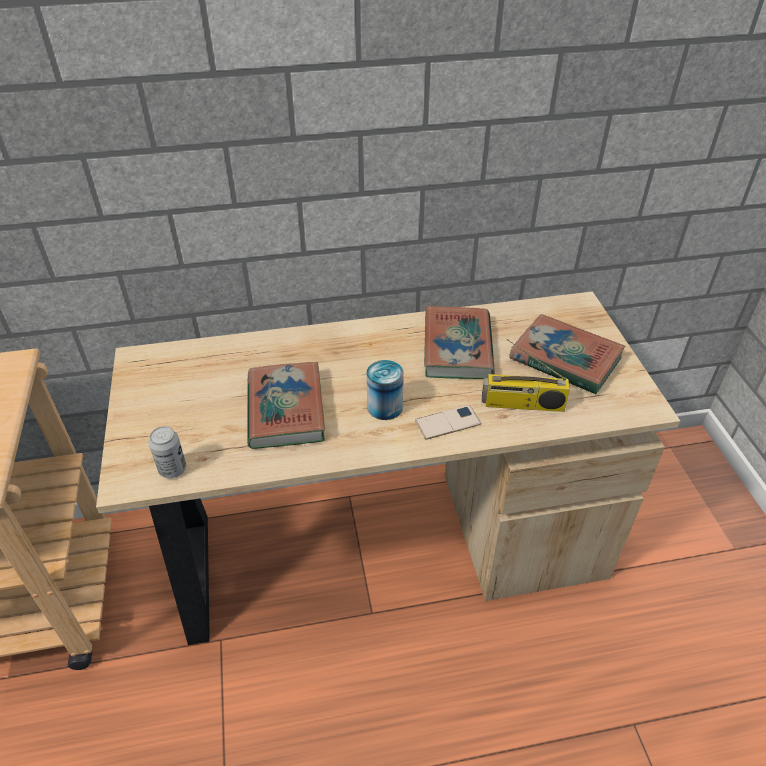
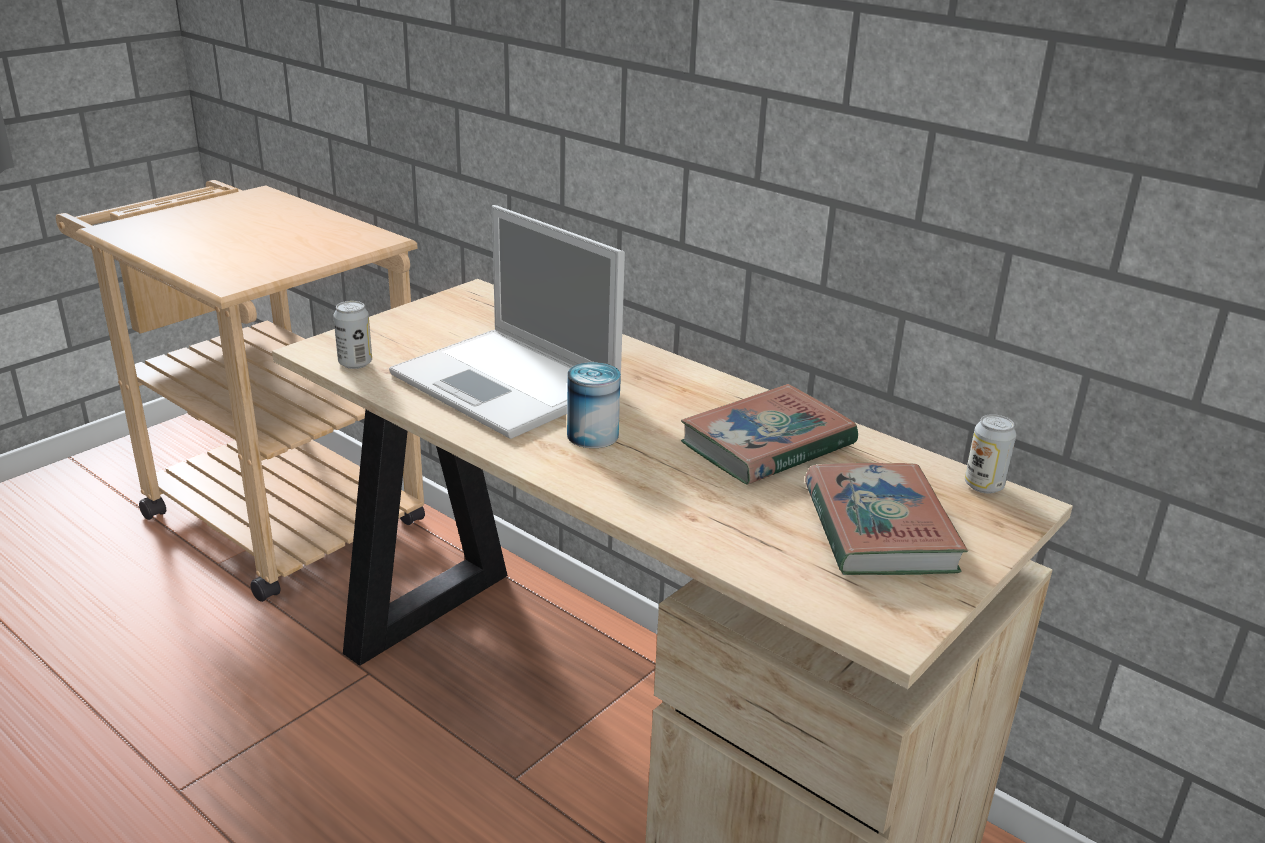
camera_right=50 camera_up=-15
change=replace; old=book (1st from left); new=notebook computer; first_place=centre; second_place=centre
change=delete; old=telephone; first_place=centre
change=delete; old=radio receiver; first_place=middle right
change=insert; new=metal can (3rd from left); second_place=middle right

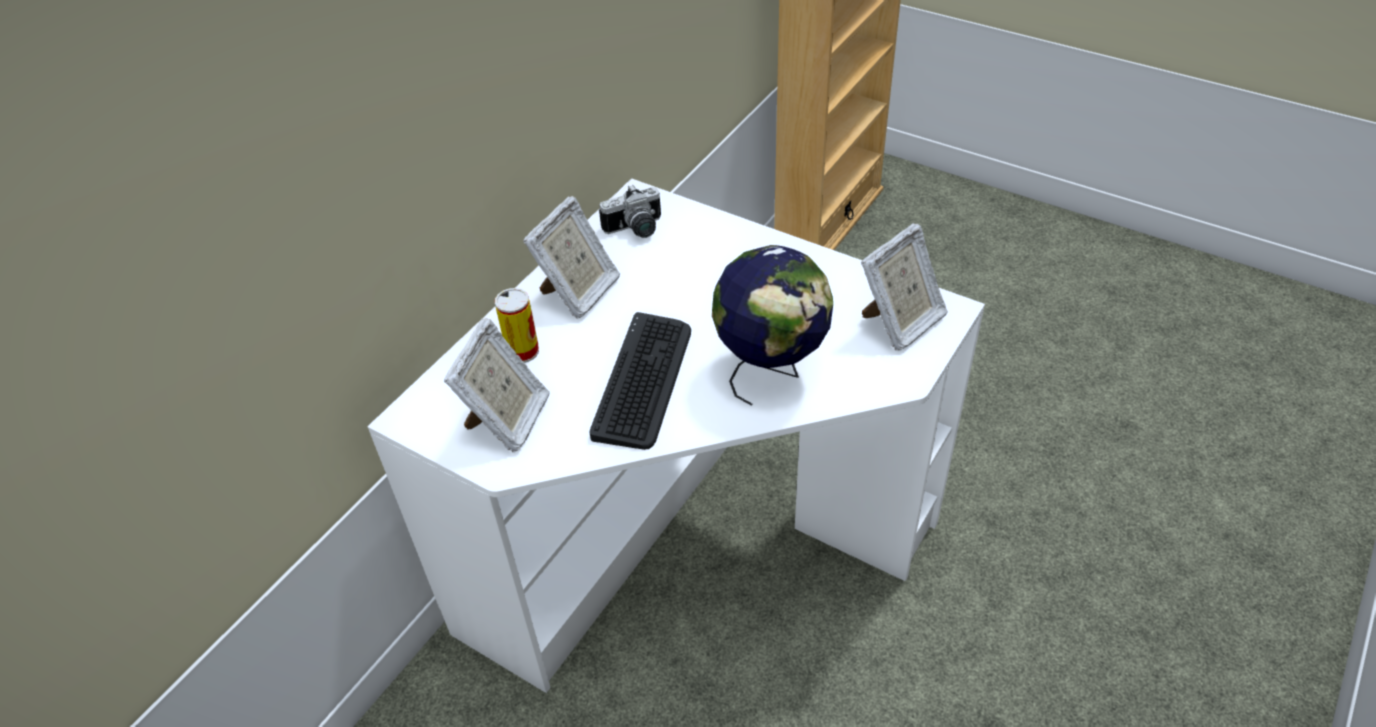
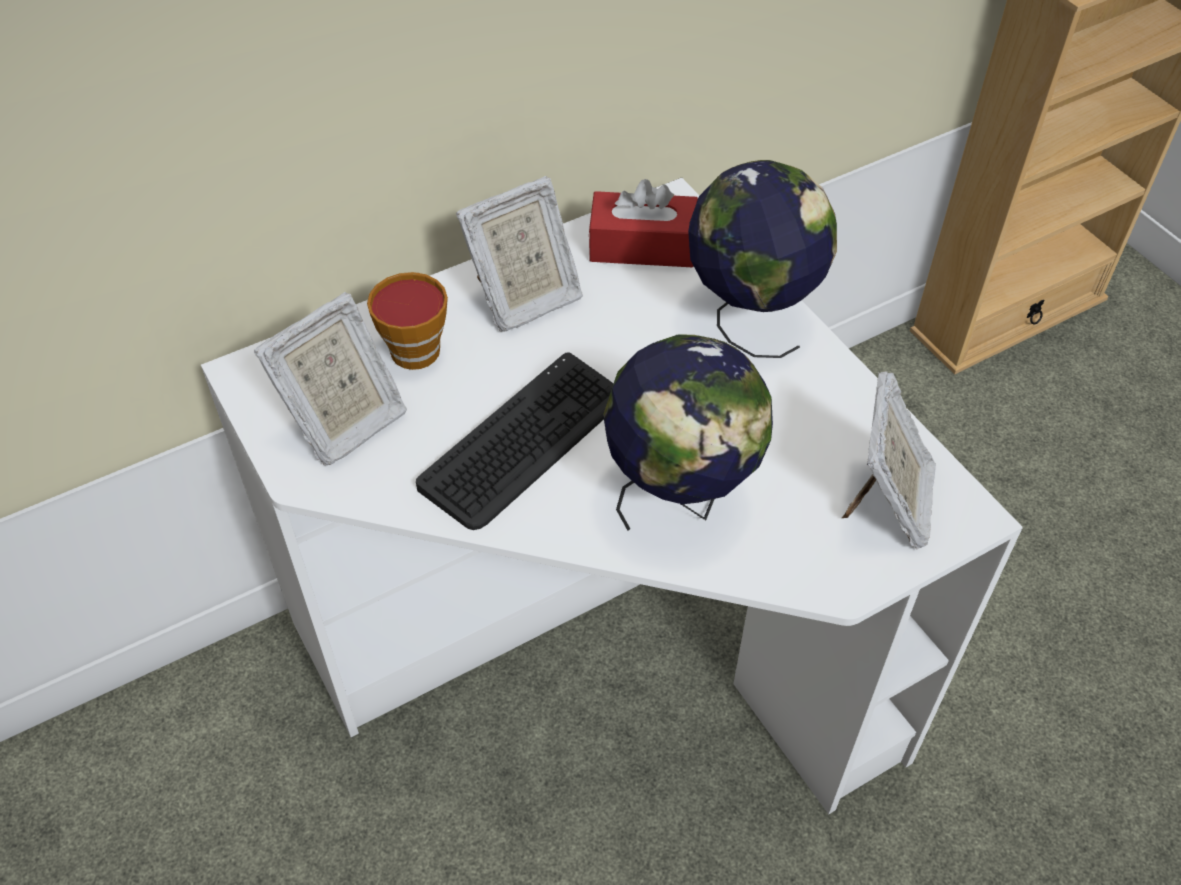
camera_right=25 camera_up=5
change=replace; old=metal can; new=cup; first_place=centre; second_place=centre
change=replace; old=still camera; new=red box of tissues; first_place=top centre; second_place=top centre
change=rotate; old=picture frame (3rd from left); first_place=centre; second_place=middle right; degrees=-60
change=insert; new=globe (2nd from left); second_place=top centre

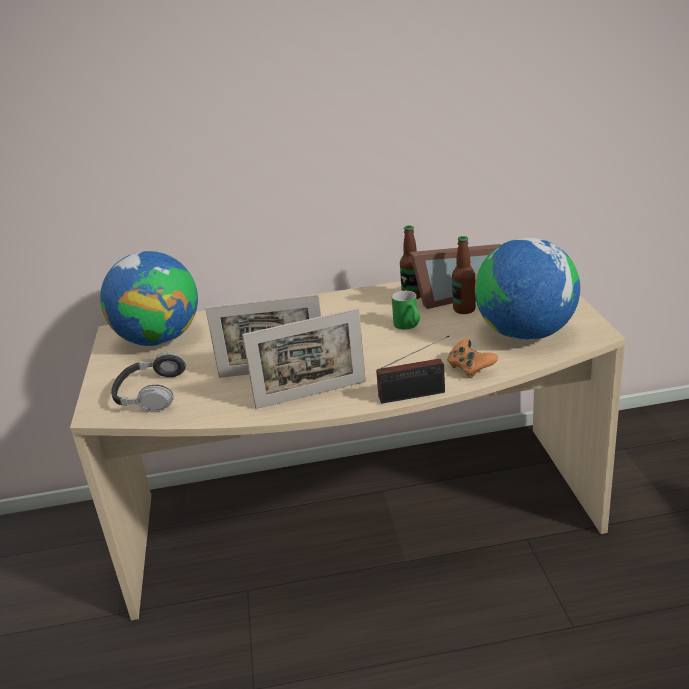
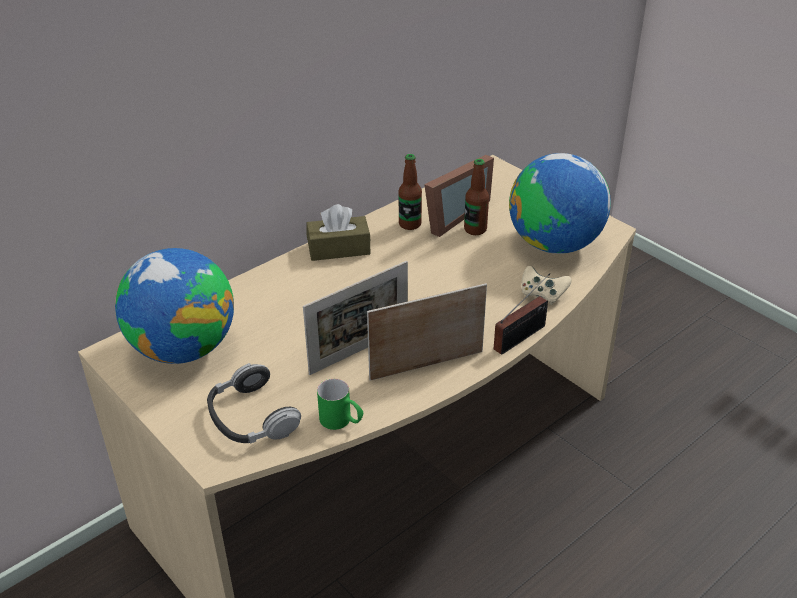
camera_right=-35 camera_up=10
change=rotate; old=picture frame (2nd from left); first_place=centre; second_place=centre; degrees=-150
change=move; old=greenish coffee mug; first_place=centre; second_place=bottom centre
change=recolor; old=orange game controller; new=sand-coloured game controller; first_place=middle right; second_place=middle right
change=insert; new=brown box of tissues; second_place=centre

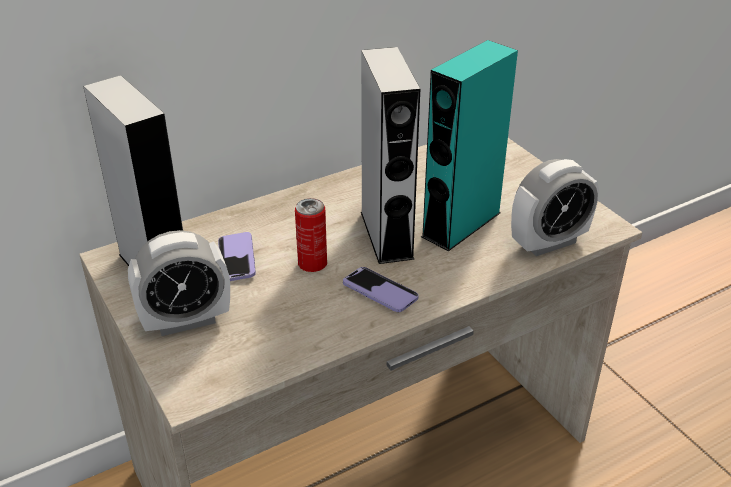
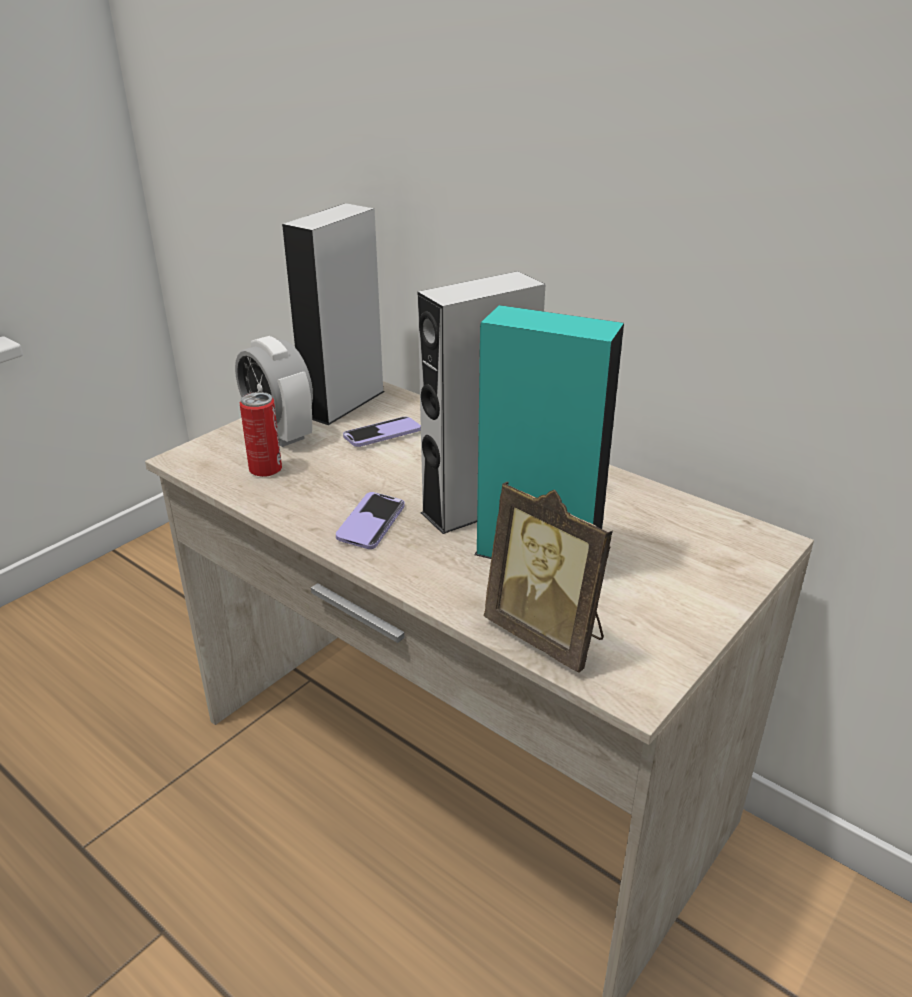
camera_right=70 camera_up=-5
change=move; old=metal can; first_place=centre; second_place=middle left
change=replace; old=bedside clock (2nd from left); new=picture frame; first_place=middle right; second_place=centre

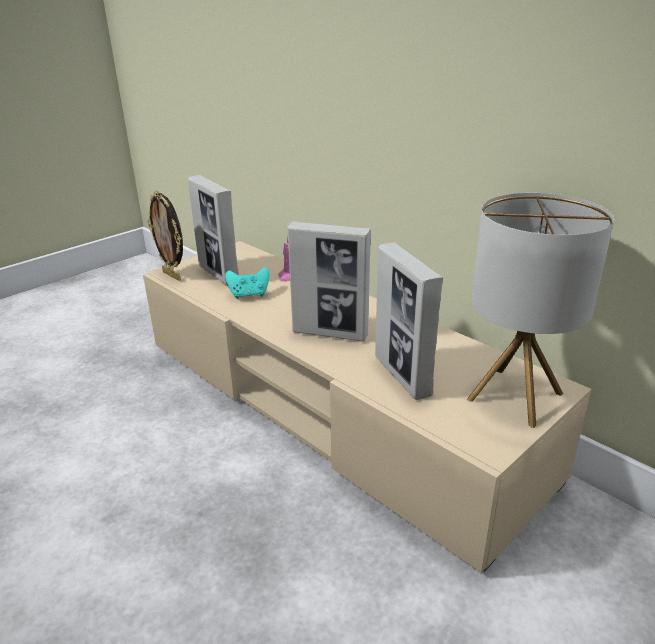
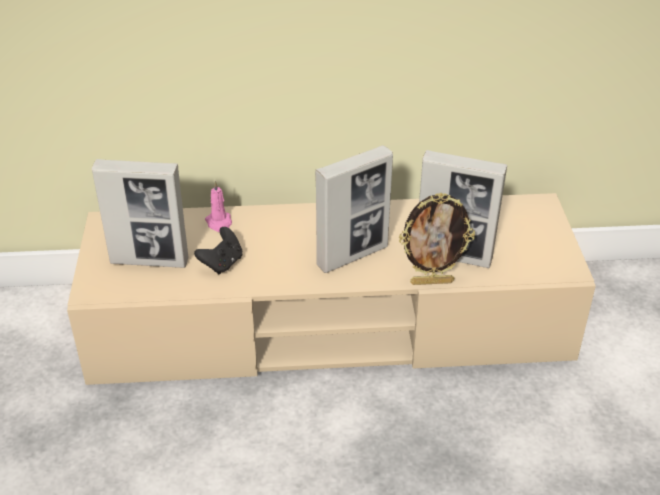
camera_right=-50 camera_up=10
change=move; old=picture frame (1st from left in the first image); new=picture frame (3rd from left); first_place=middle left; second_place=centre
change=recolor; old=blue-green game controller; new=black game controller; first_place=centre; second_place=middle left
change=delete; old=tabletop lamp; first_place=middle right

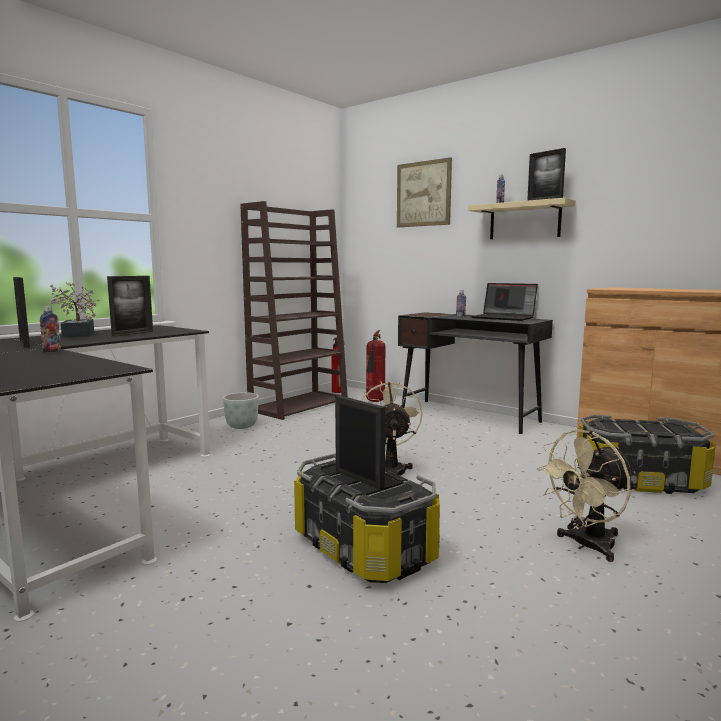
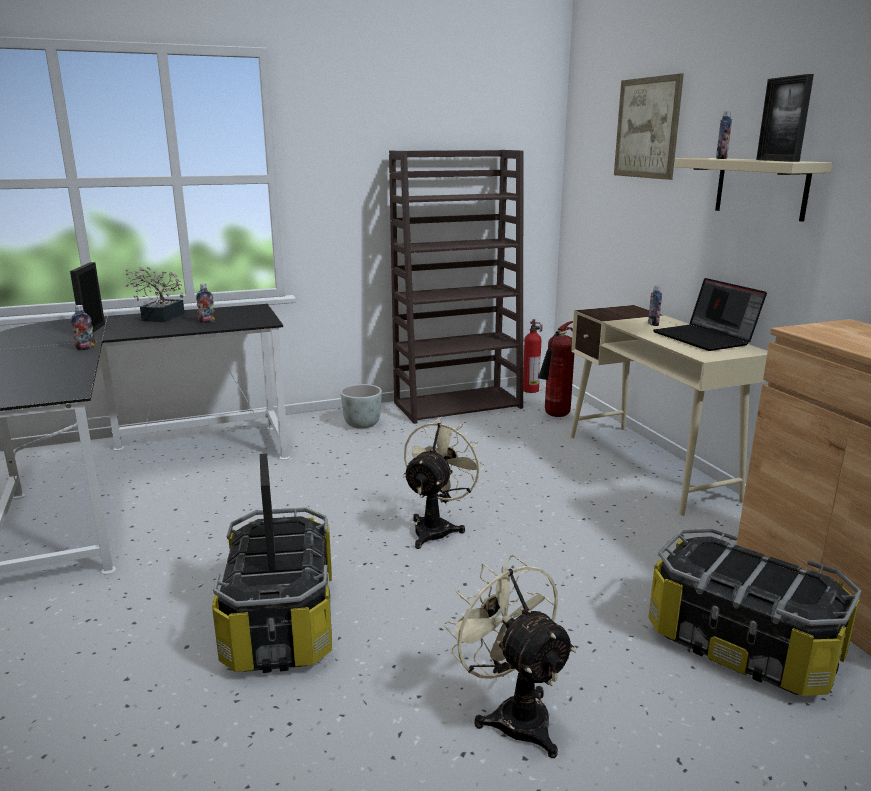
camera_right=30 camera_up=10
change=replace; old=picture frame (2nd from left); new=drink bottle (2nd from left); first_place=middle left; second_place=middle left
change=recolor; old=black desk table (2nd from left); new=sand-coloured desk table; first_place=centre; second_place=middle right
change=rotate; old=sand-coloured electric fan (2nd from left); first_place=bottom right; second_place=bottom centre; degrees=60

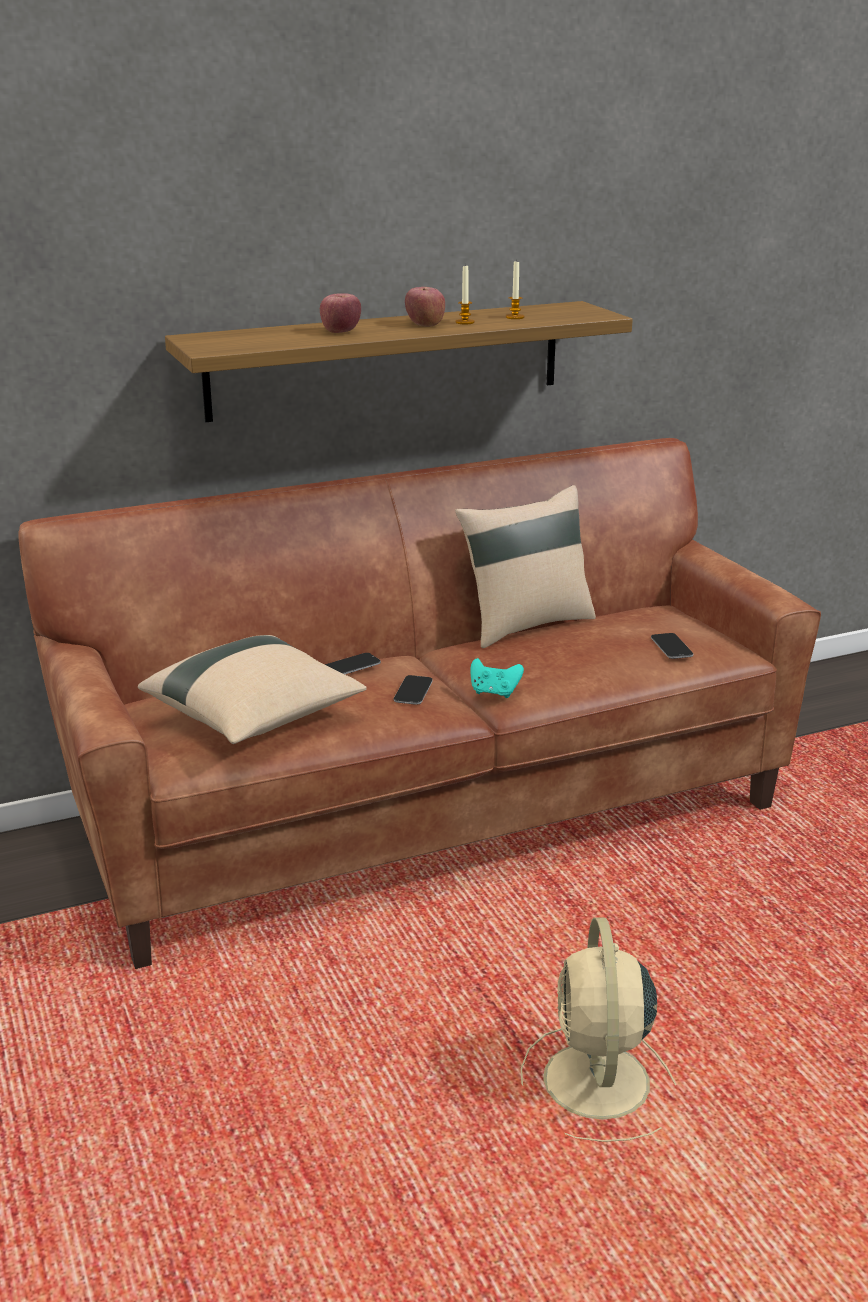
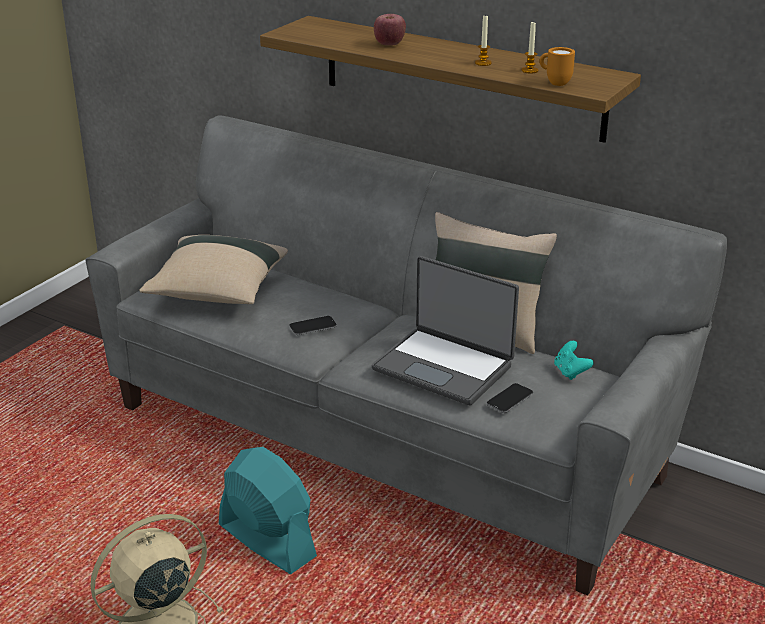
camera_right=55 camera_up=5
change=recolor; old=brown sofa; new=gray sofa; first_place=centre; second_place=centre
change=delete; old=telephone (1st from left); first_place=centre
change=delete; old=apple fruit (2nd from left); first_place=top centre
change=move; old=blue-green game controller; first_place=centre; second_place=middle right
change=insert; new=blue-green electric fan; second_place=bottom centre
change=insert; new=notebook computer; second_place=centre
change=insert; new=orange coffee mug; second_place=top right

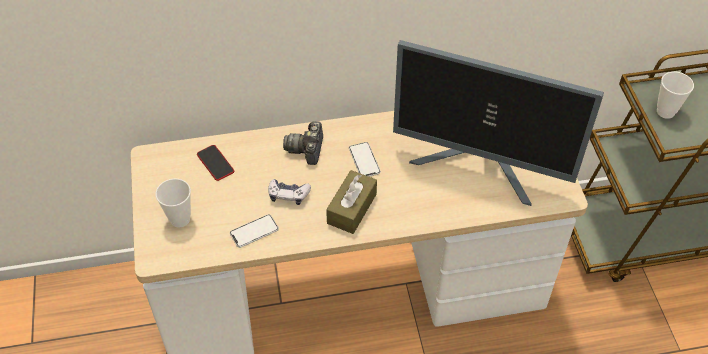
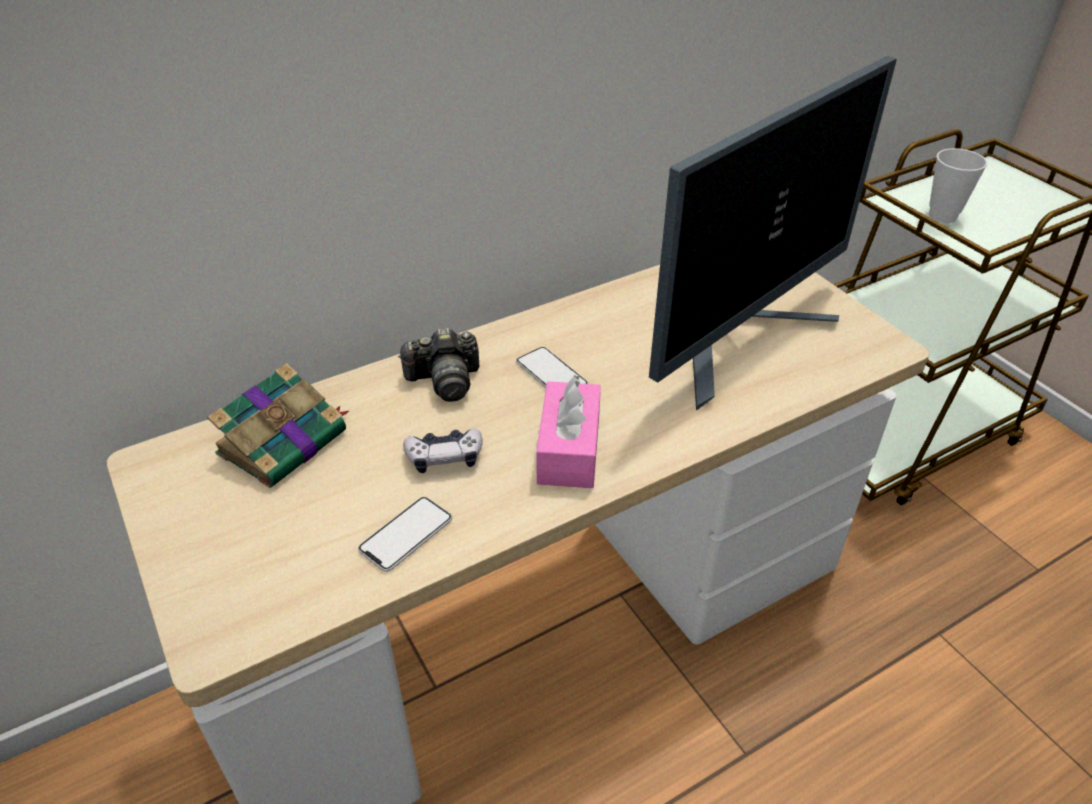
camera_right=-20 camera_up=-10
change=delete; old=cup (1st from left); first_place=middle left
change=replace; old=telephone (1st from left); new=book; first_place=middle left; second_place=middle left
change=rotate; old=still camera; first_place=centre; second_place=centre; degrees=-90
change=recolor; old=brown box of tissues; new=pink box of tissues; first_place=centre; second_place=centre
change=rotate; old=monitor; first_place=middle right; second_place=top right; degrees=-45

